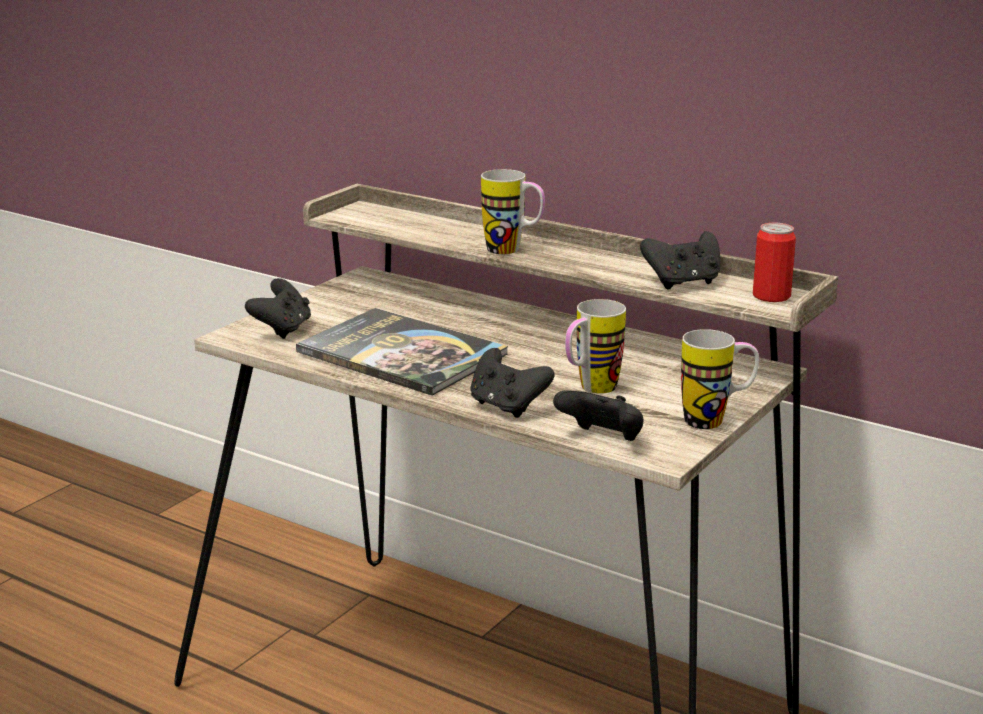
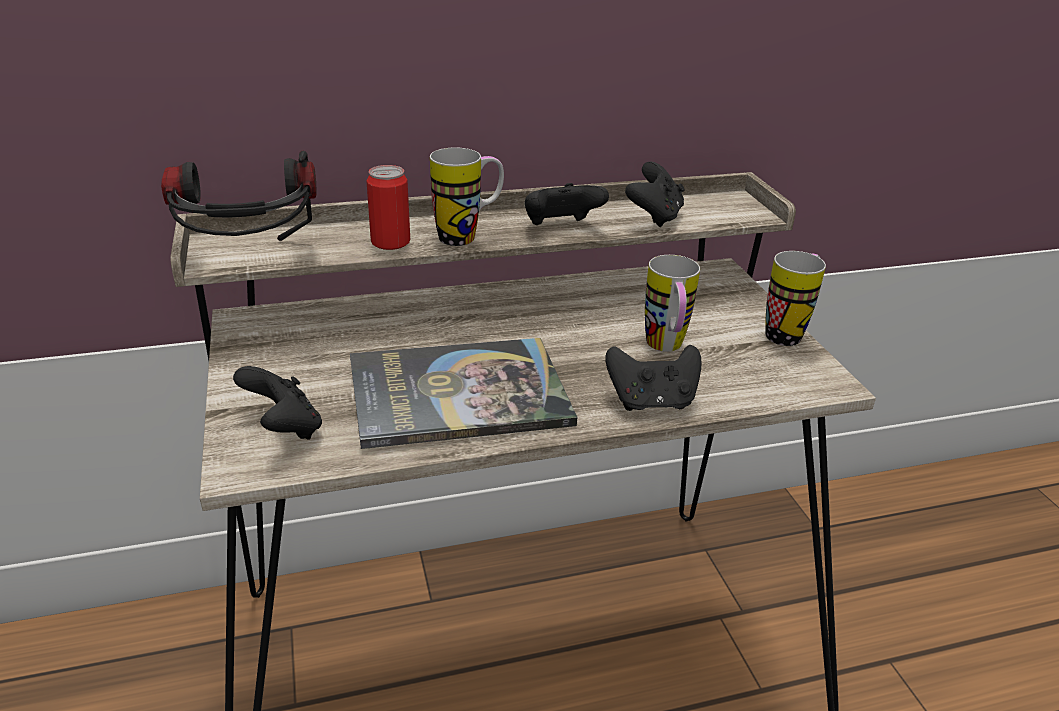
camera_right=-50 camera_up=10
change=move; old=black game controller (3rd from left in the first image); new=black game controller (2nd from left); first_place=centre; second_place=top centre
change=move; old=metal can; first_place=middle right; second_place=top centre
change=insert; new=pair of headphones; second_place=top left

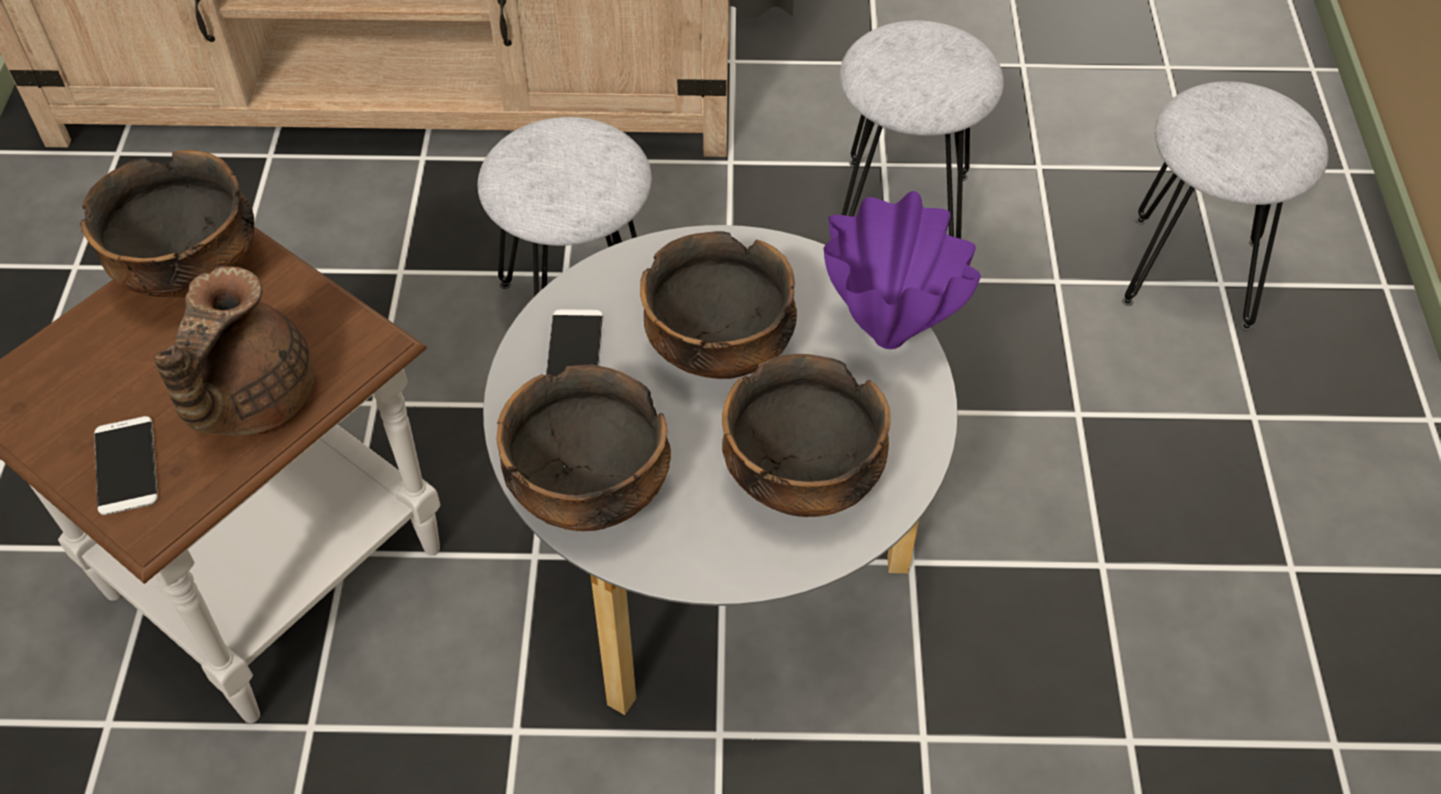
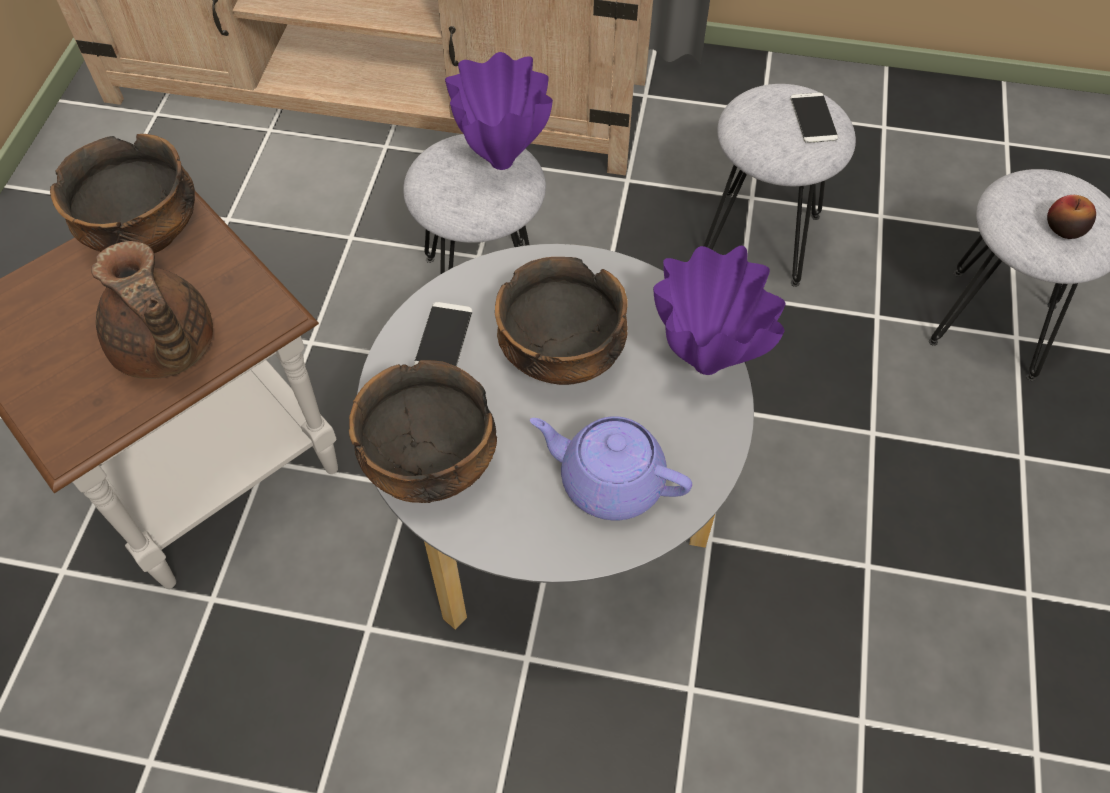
camera_right=10 camera_up=5
change=move; old=telephone (1st from left in the first image); new=telephone (2nd from left); first_place=middle left; second_place=top right
change=rotate; old=brown pot for tea; first_place=middle left; second_place=middle left; degrees=-60
change=replace; old=deep dish (4th from left); new=purplish pot for tea; first_place=centre; second_place=centre
change=insert; new=purplish vase (1st from left); second_place=top centre
change=insert; new=apple fruit; second_place=top right

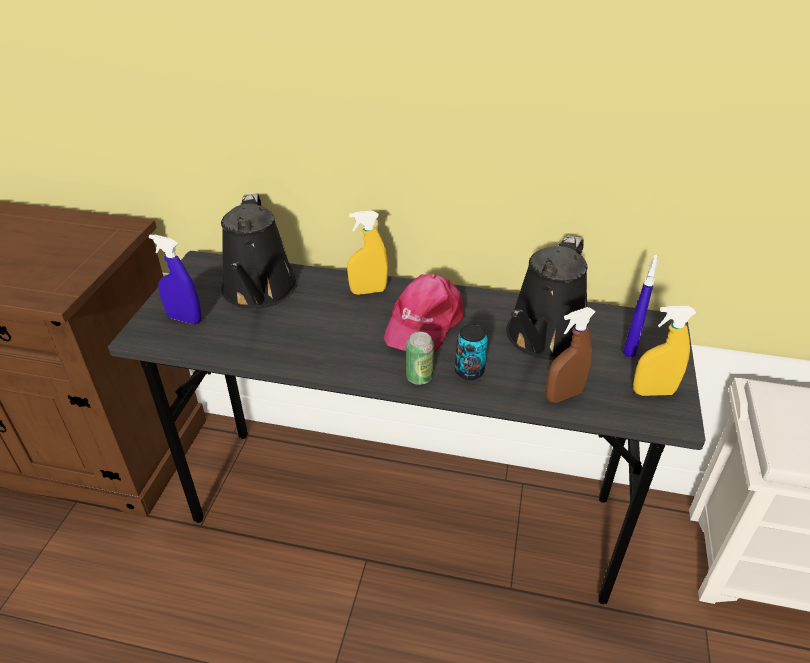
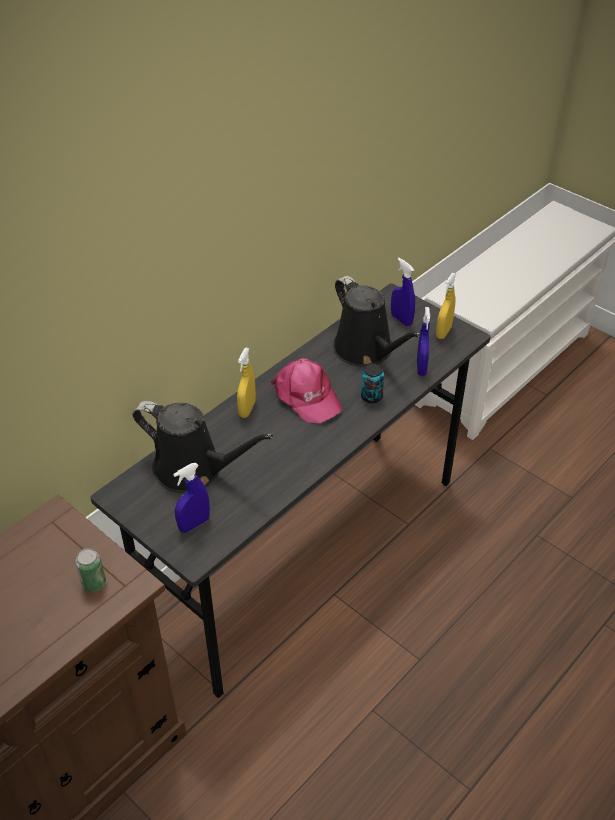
camera_right=-60 camera_up=5
change=move; old=metal can (1st from left); first_place=centre; second_place=bottom left
change=recolor; old=brown hand sprayer; new=bluish hand sprayer (3rd from left); first_place=middle right; second_place=middle right

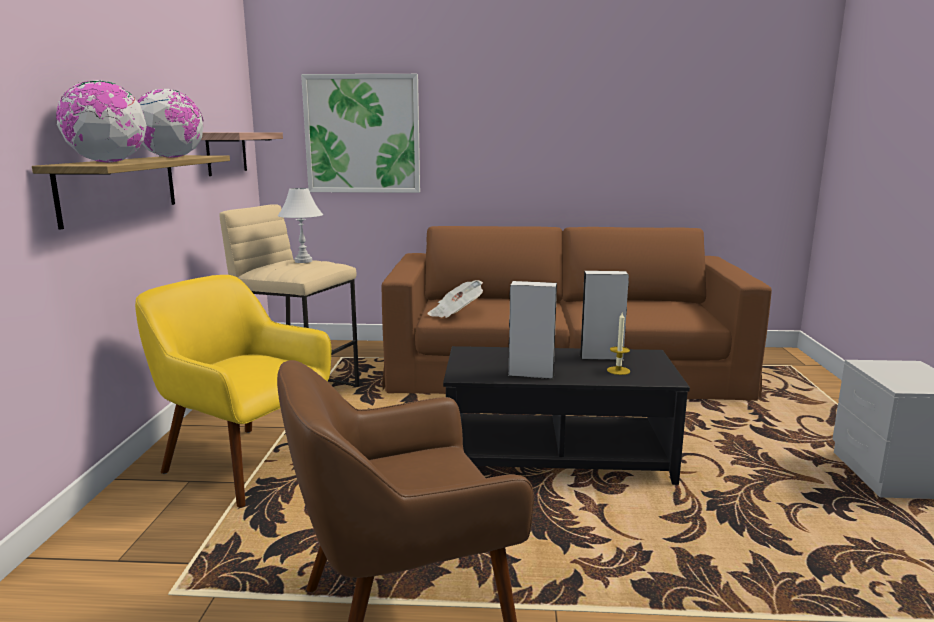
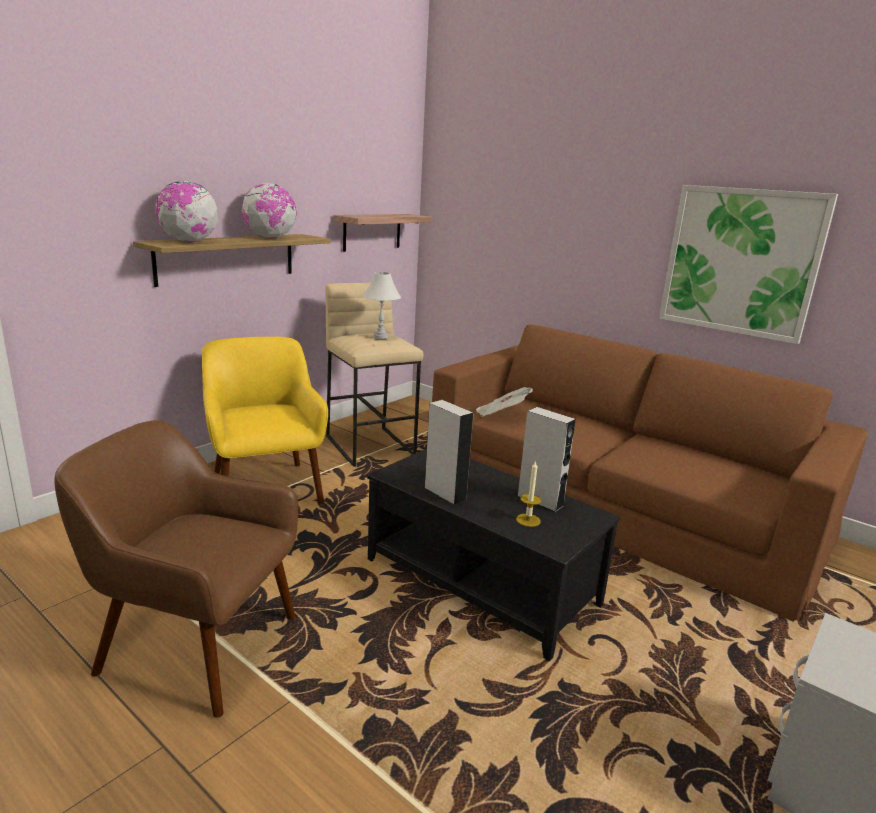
camera_right=35 camera_up=5
change=move; old=wall picture; first_place=top centre; second_place=top right

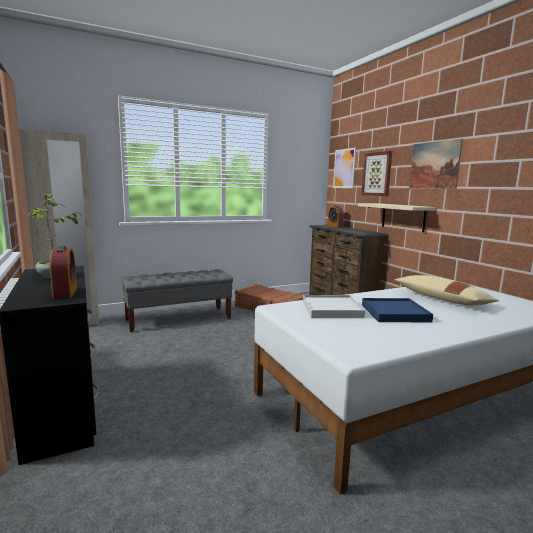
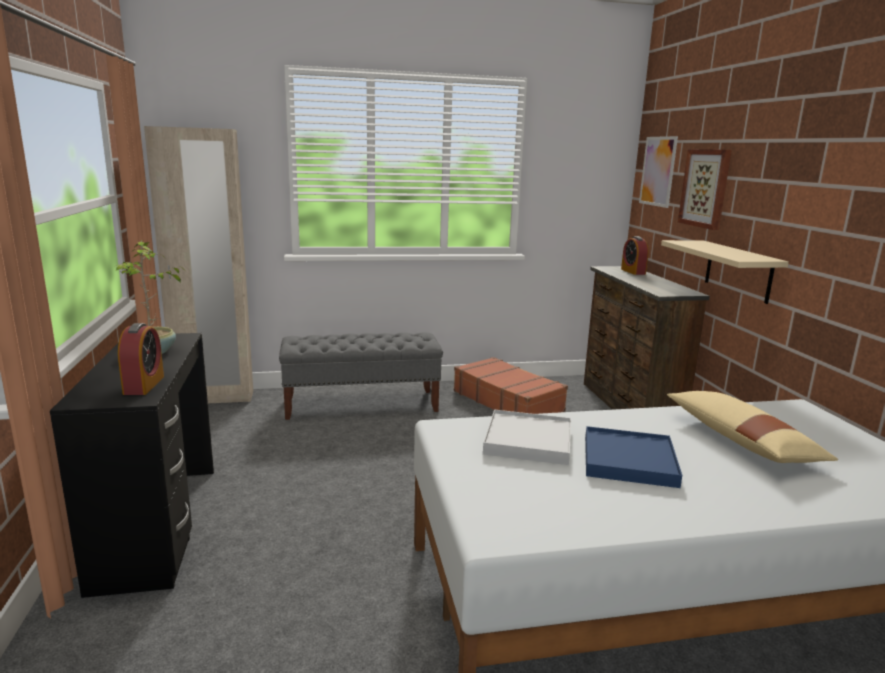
camera_right=15 camera_up=5
change=delete; old=wall picture (3rd from left); first_place=top right

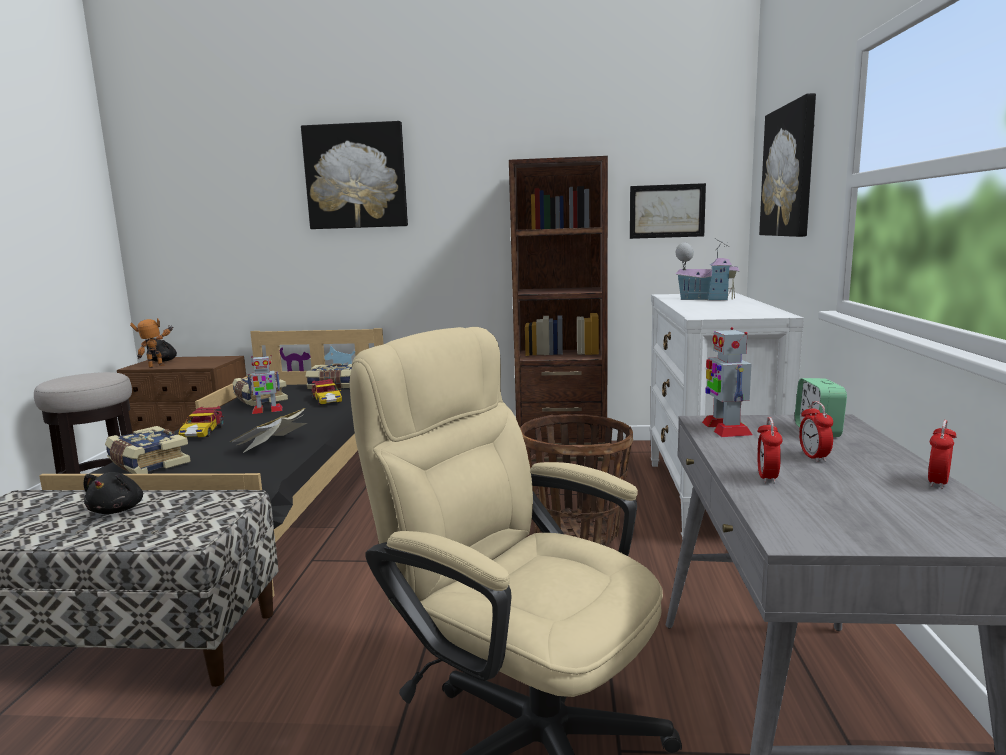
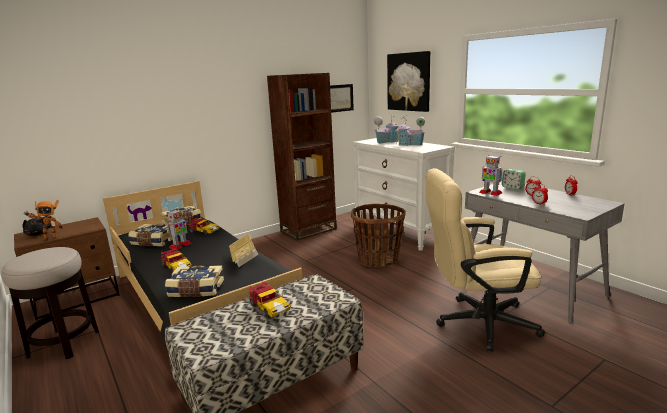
camera_right=-40 camera_up=5
change=replace; old=black plush toy (1st from left); new=model car (3rd from left); first_place=middle left; second_place=bottom centre
change=rotate; old=robot figure (1st from left); first_place=middle left; second_place=middle left; degrees=-135
change=delete; old=wall picture (1st from left); first_place=top centre
change=insert; new=toy house (2nd from left); second_place=top centre

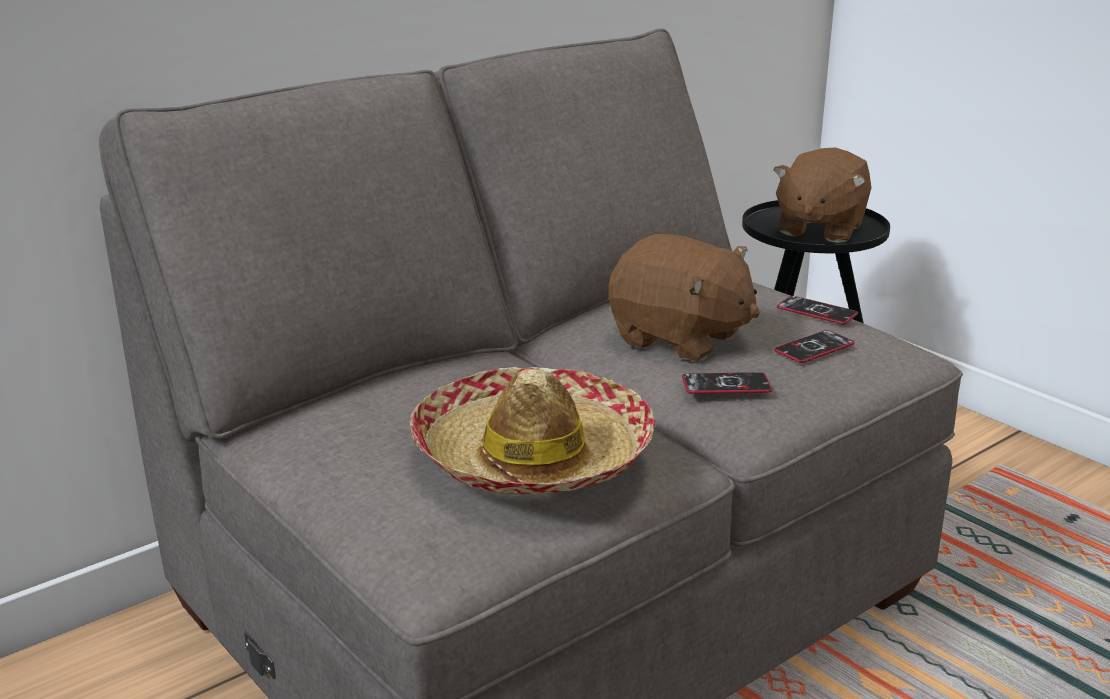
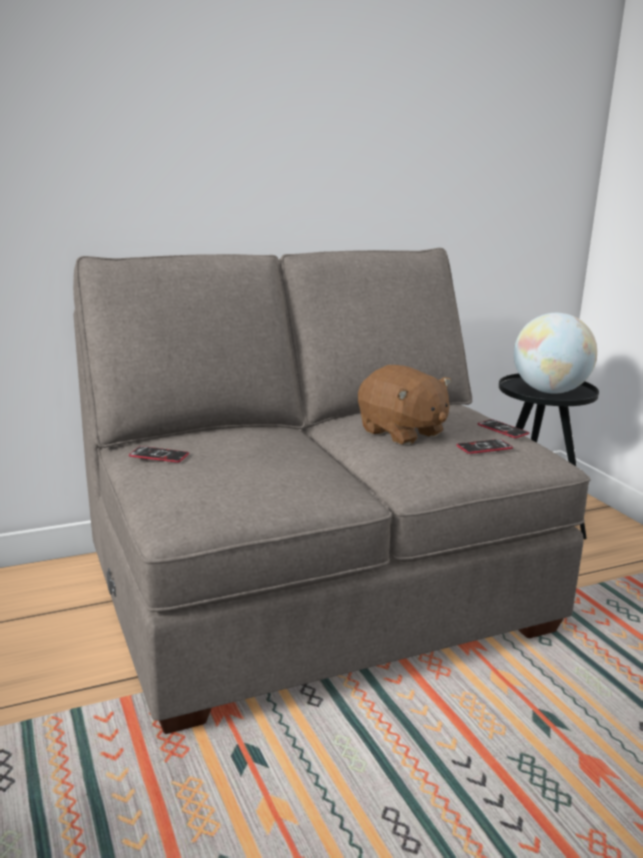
camera_right=15 camera_up=-5
change=delete; old=hat; first_place=centre
change=move; old=telephone (1st from left); first_place=centre; second_place=middle left
change=replace; old=brown plush toy (2nd from left); new=globe; first_place=top right; second_place=middle right

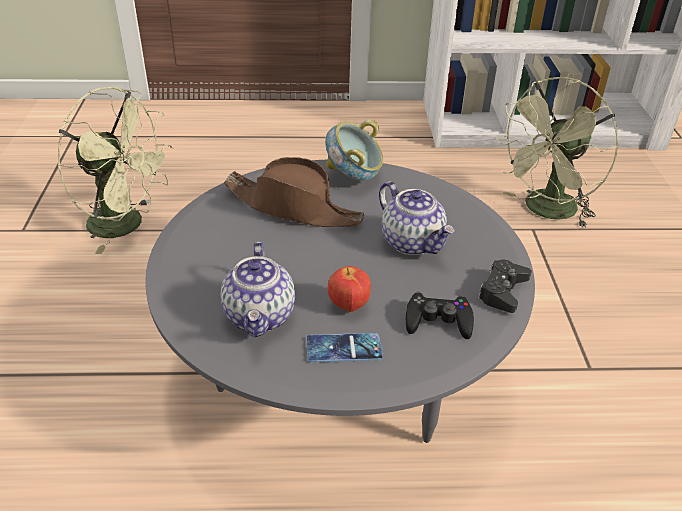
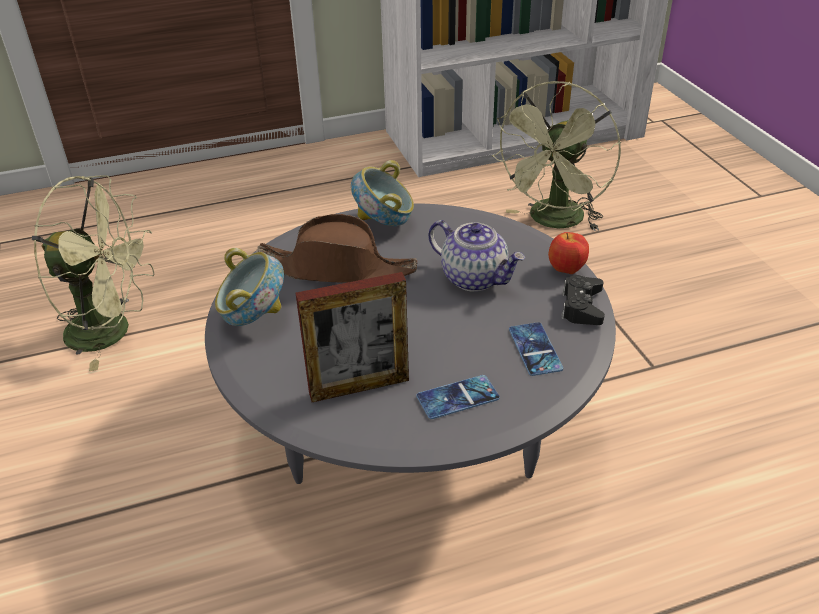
camera_right=-15 camera_up=0
change=replace; old=pot for tea (1st from left); new=picture frame; first_place=centre; second_place=centre
change=move; old=apple fruit; first_place=centre; second_place=middle right
change=replace; old=black game controller (1st from left); new=telephone (2nd from left); first_place=centre; second_place=centre
change=insert; new=deep dish (1st from left); second_place=middle left

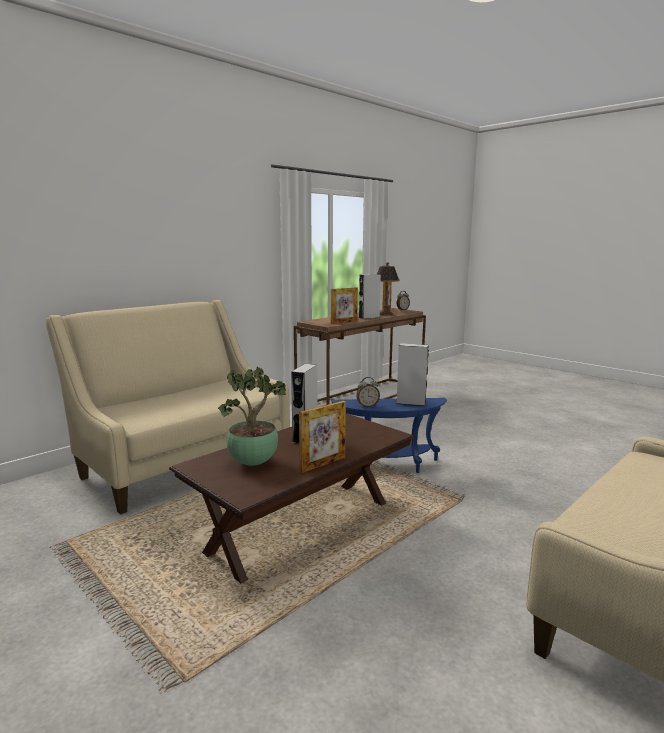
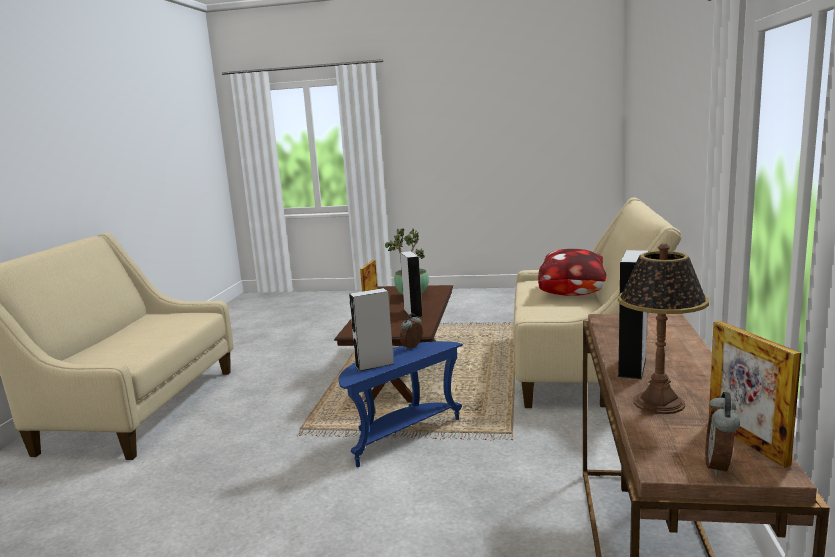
camera_right=145 camera_up=0
change=delete; old=picture frame (2nd from left); first_place=centre
change=insert; new=throw pillow; second_place=middle right

